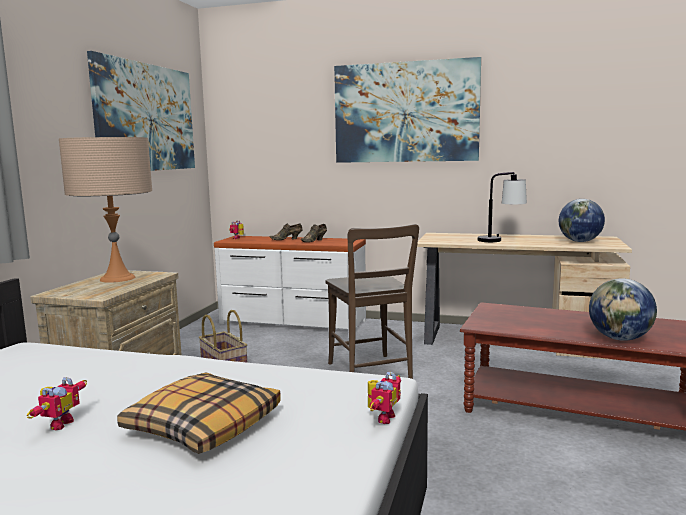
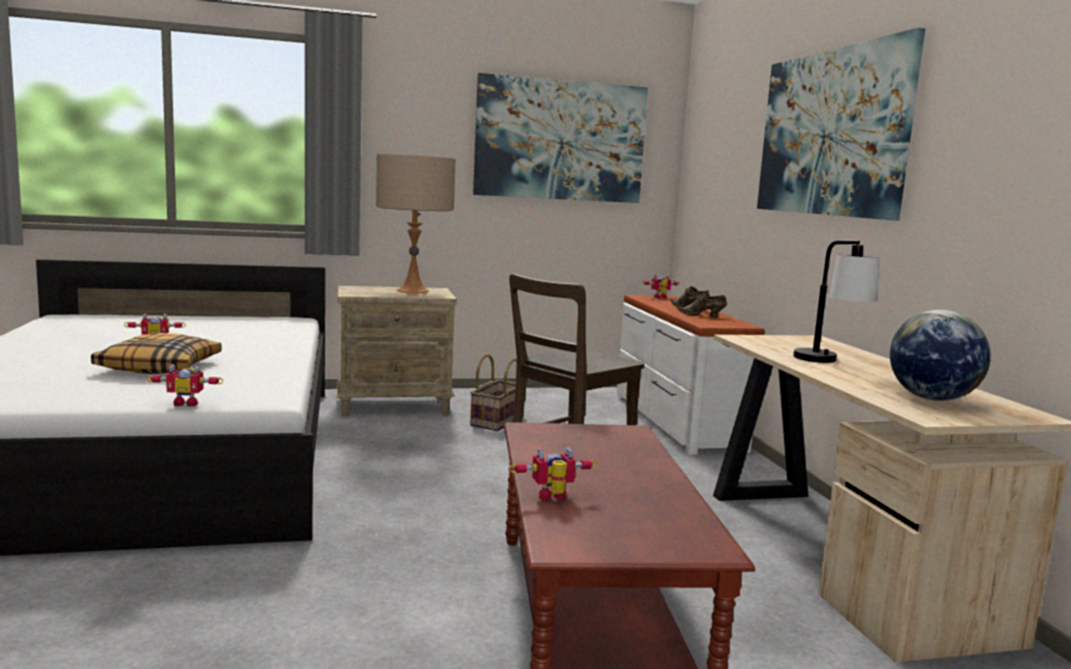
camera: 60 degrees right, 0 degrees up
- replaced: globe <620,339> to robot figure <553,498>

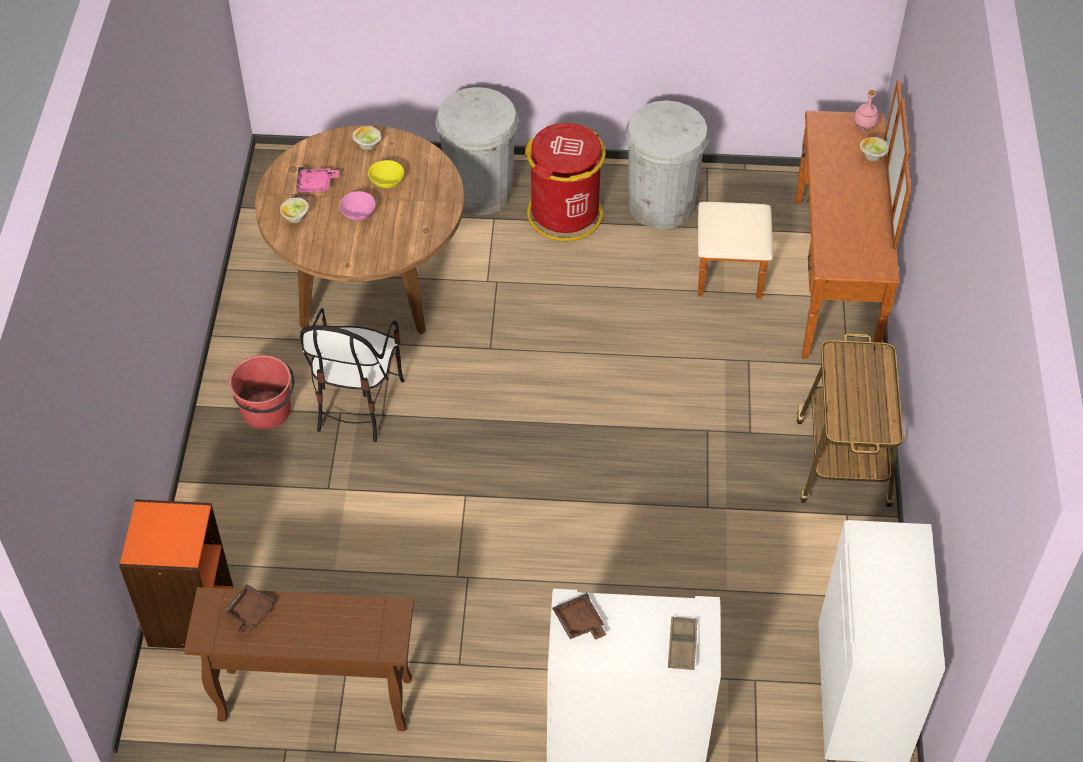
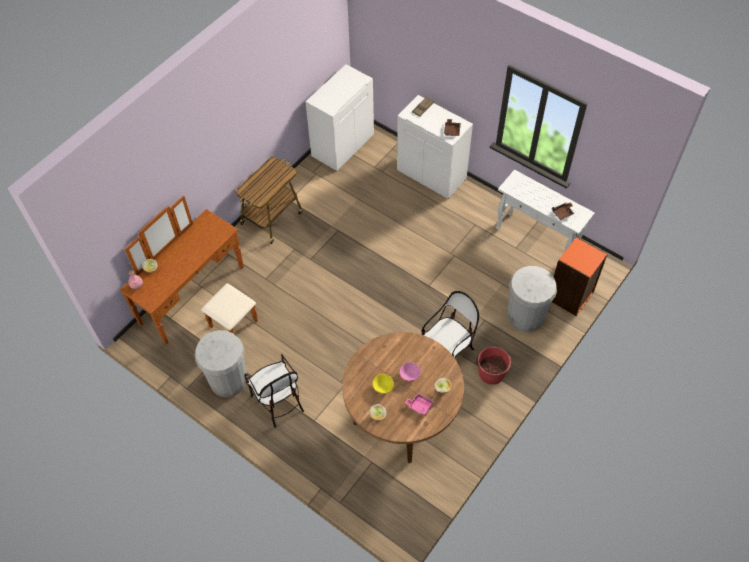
camera: 145 degrees left, 5 degrees up
- moved: waste bin in whitish <479,191> to <525,316>
- replaced: waste bin in red-coloured <565,214> to chair <278,402>
- recoloured: console table in brown <314,700> to console table in whitish <537,240>

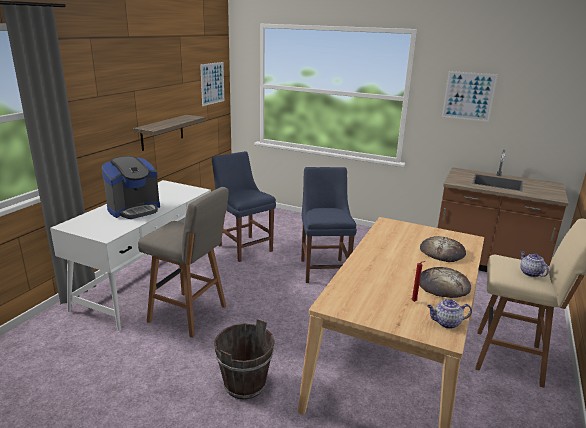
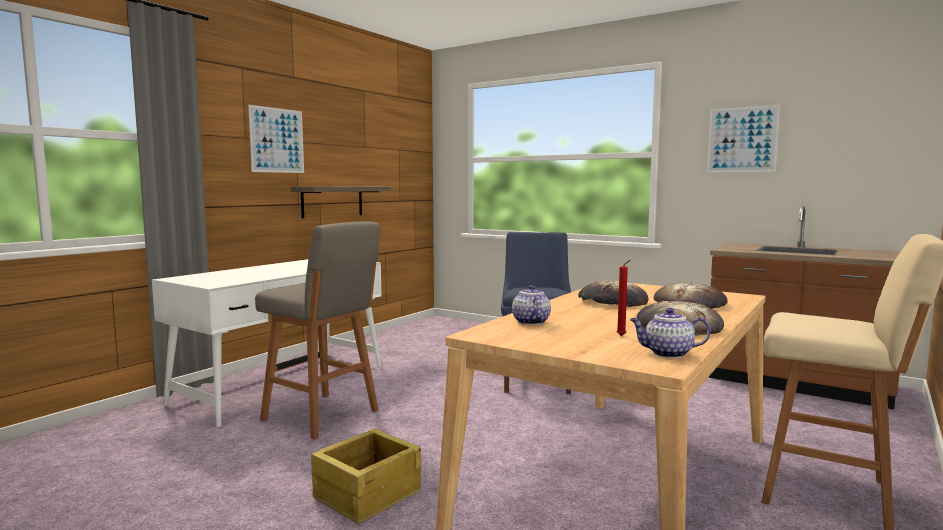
camera: 10 degrees right, 15 degrees down
- removed: coffee brewer <134,209>
- removed: chair in blue <243,247>
- added: bakery bread <612,302>
- moved: wall picture <212,83> to <277,140>
- moved: tea pot <530,273> to <530,322>
- replaced: pail in brown <244,384> to shipping crate <366,494>

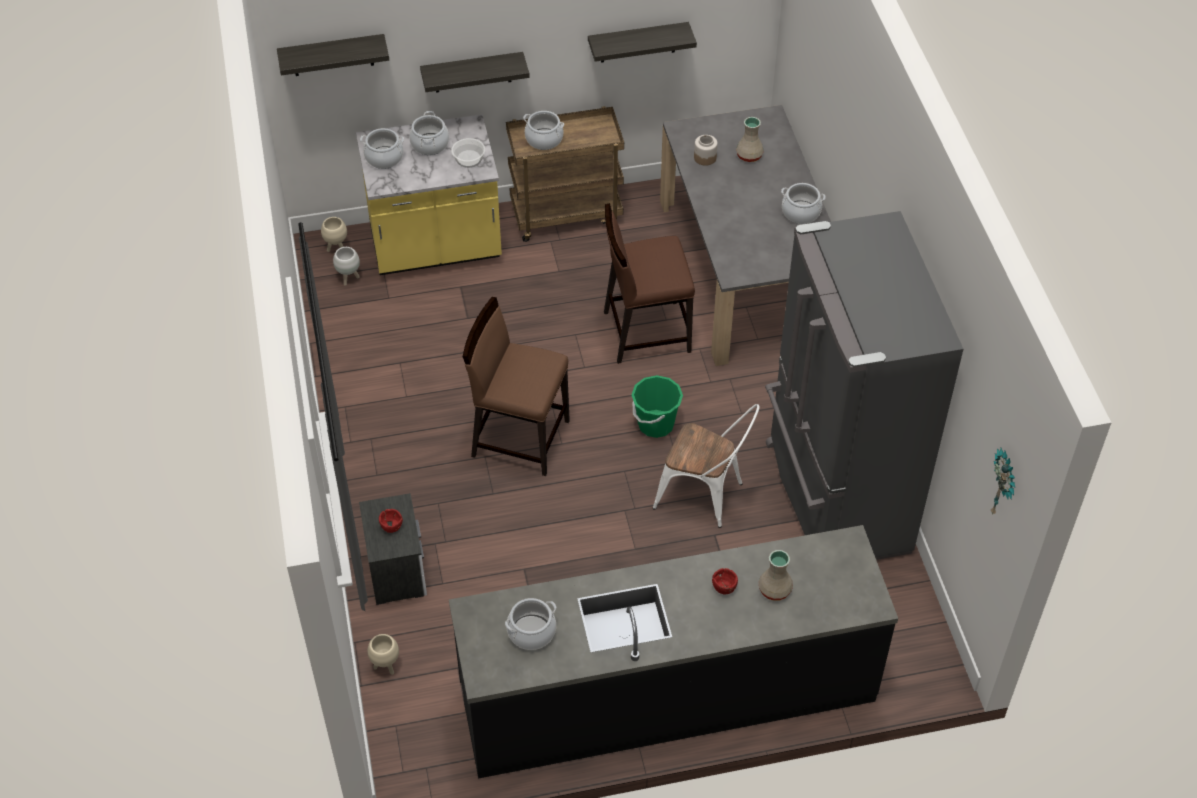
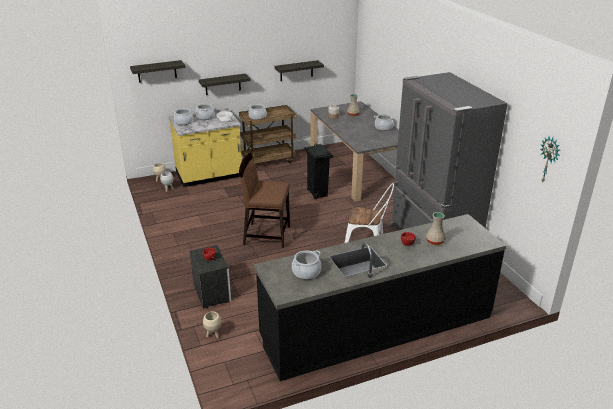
camera: 10 degrees left, 20 degrees down
- removed: pail in green-coloured <655,424>
- replaced: chair in brown <645,331> to waste bin in black <317,193>

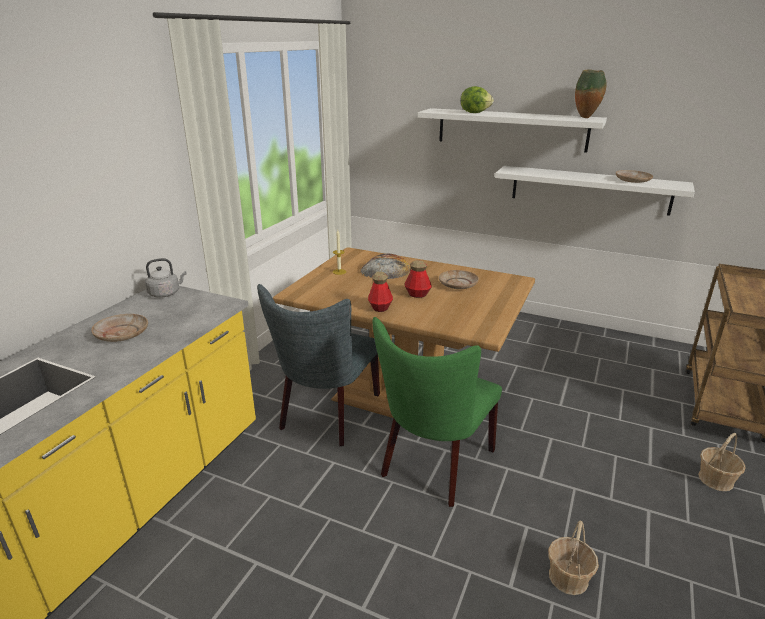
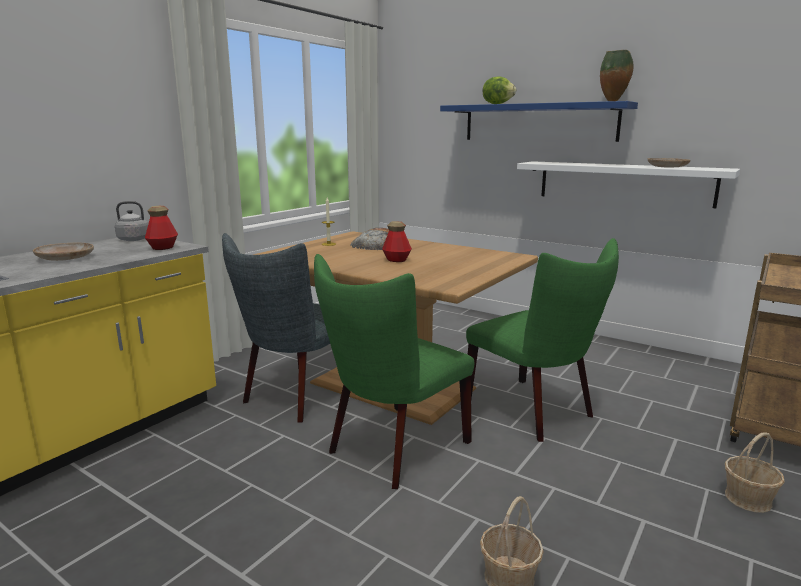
camera: 10 degrees right, 10 degrees down
- removed: dinner plate in beige-coloured <458,284>
- added: chair in green-coloured <535,411>
- moved: bottle <380,308> to <163,248>
- recoloured: shelf in whitish <511,129> to shelf in blue <538,122>

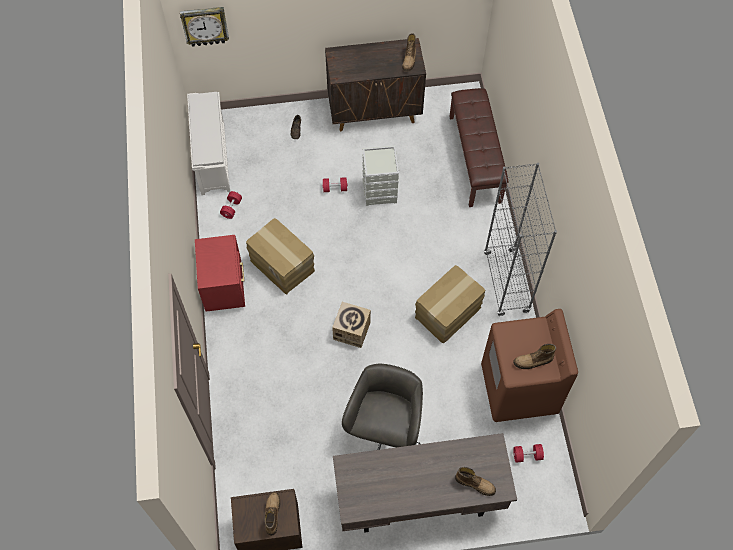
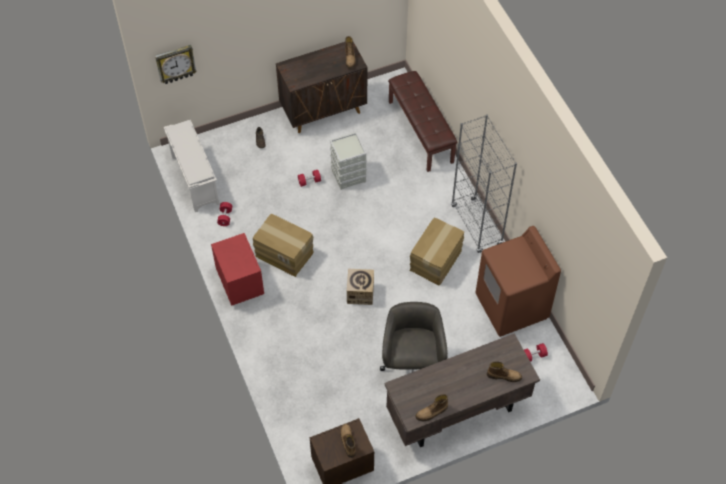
camera: 15 degrees left, 5 degrees down
- moved: tall boot <533,361> to <432,412>

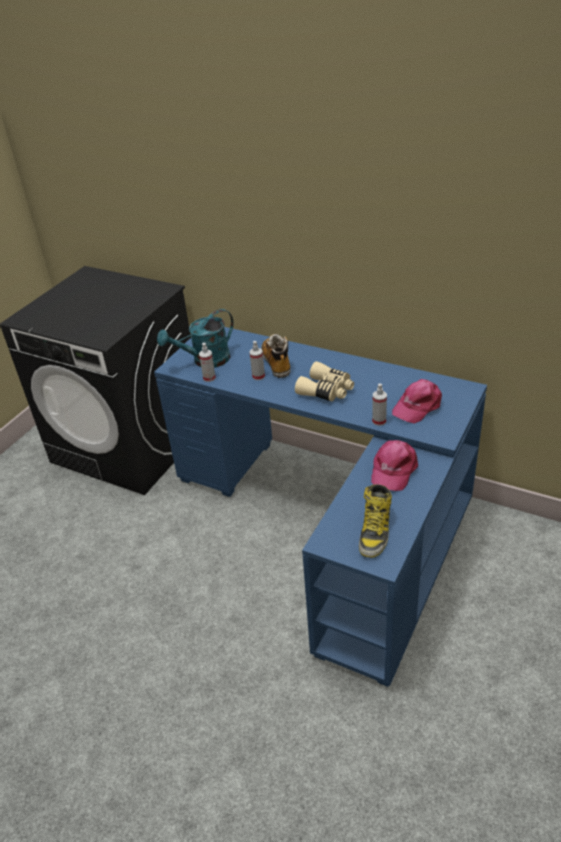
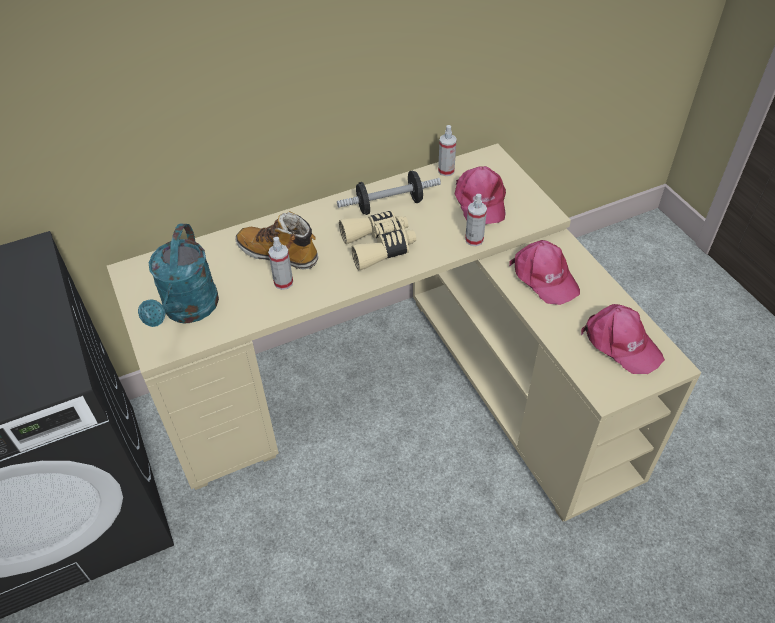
camera: 55 degrees left, 10 degrees up
- added: hand weight <389,205>
- moved: spray bottle <209,378> to <446,171>
- replaced: tall boot <375,531> to peaked cap in pink <620,343>
- recoloured: desk unit in blue <334,520> to desk unit in beige-coloured <405,388>

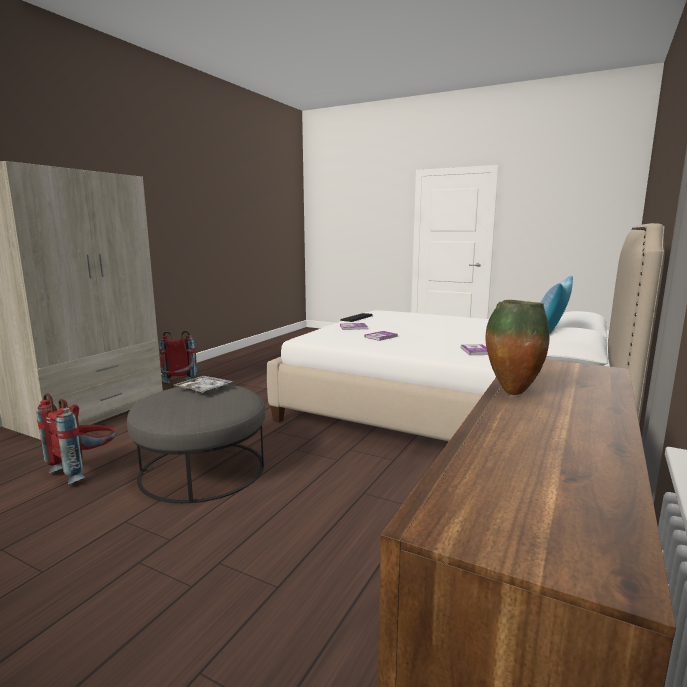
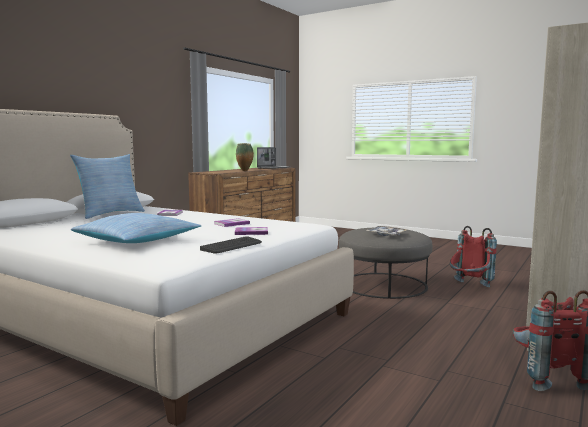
camera: 175 degrees left, 5 degrees down
- added: pillow <137,240>
- added: laptop <273,168>

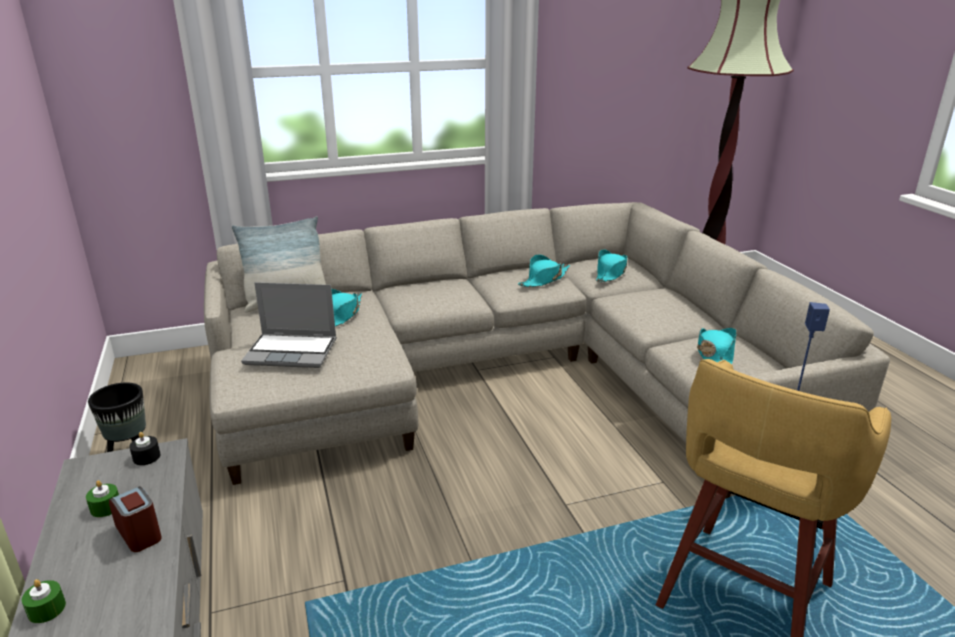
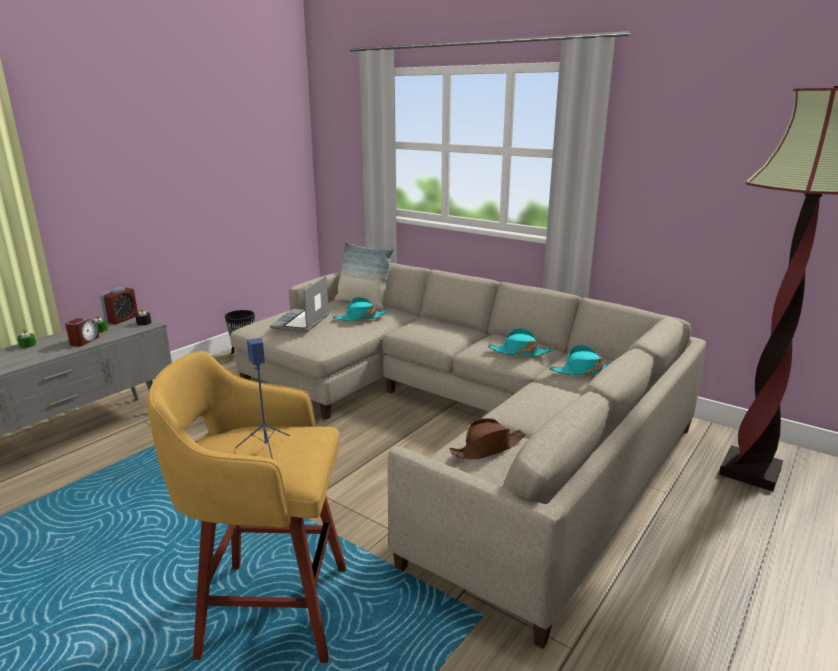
camera: 55 degrees right, 5 degrees down
- added: table clock <122,319>
- recoloured: hat in blue-green <714,354> to hat in brown <488,448>
- turned: laptop <292,351> = <301,322> 45 degrees clockwise

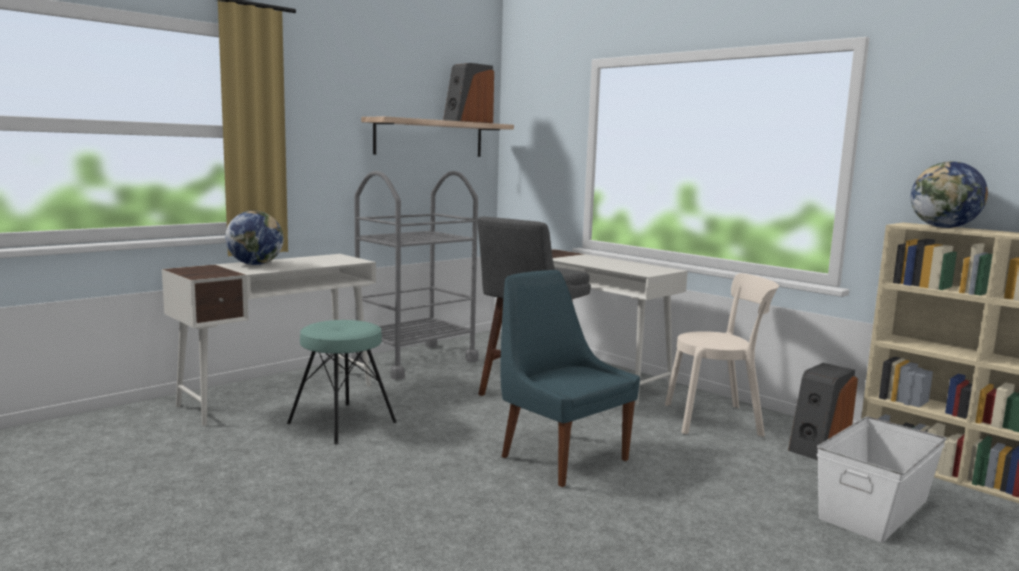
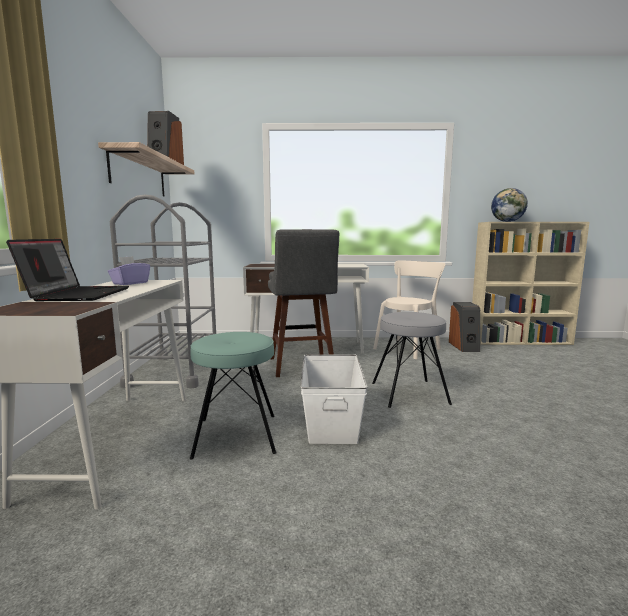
camera: 45 degrees left, 0 degrees up
- added: box of tissues in purple-coloured <130,283>
- moved: storage container in whitish <872,508> to <330,419>
- replaced: globe <255,264> to laptop <78,294>
- replaced: chair in blue <560,457> to stool in gray <409,393>

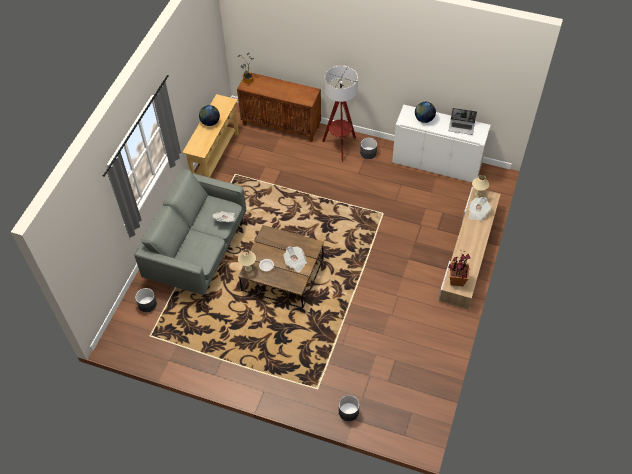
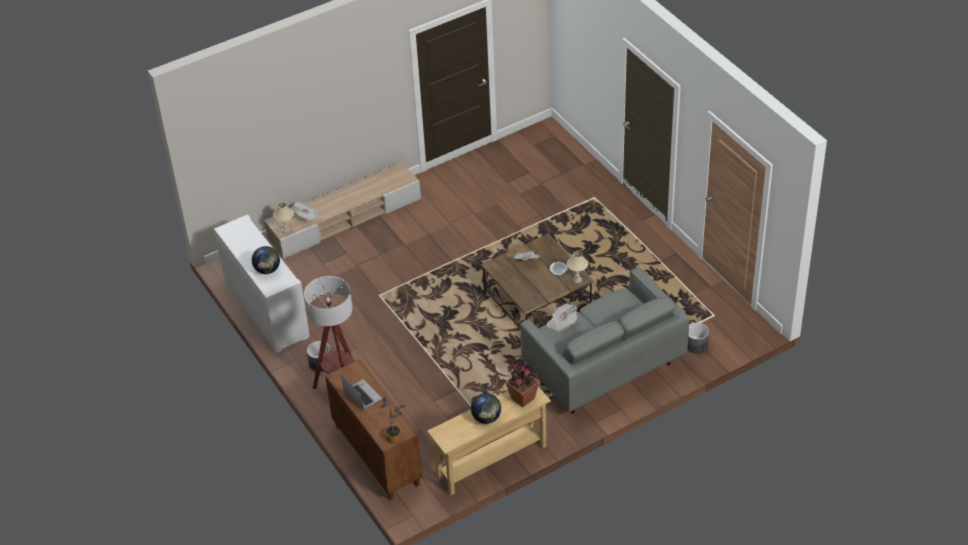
camera: 140 degrees left, 10 degrees down
- removed: plant pot in gray <348,412>
- moved: houseplant <456,280> to <523,398>
- moved: laptop <461,127> to <362,395>

